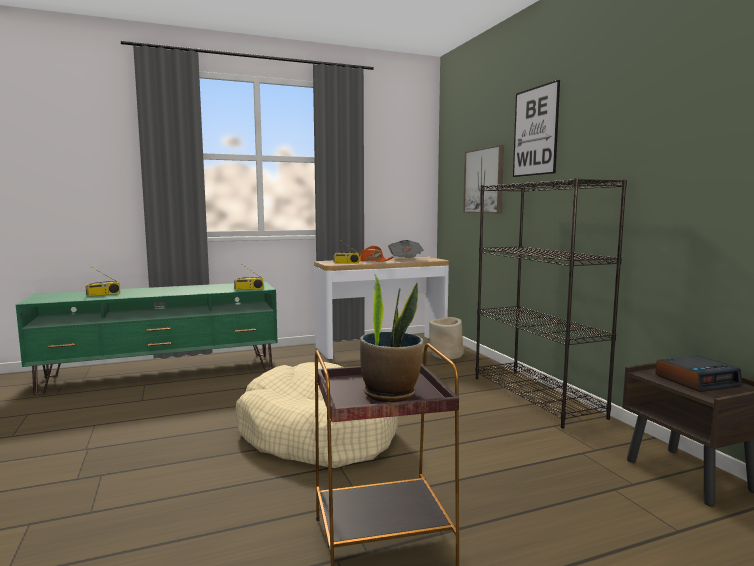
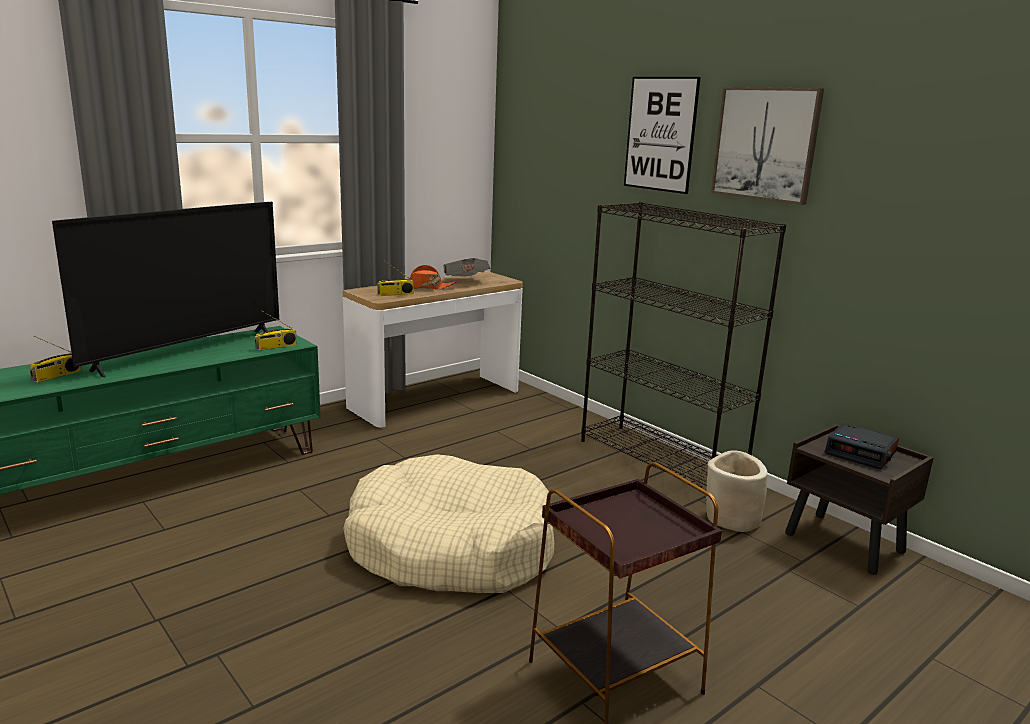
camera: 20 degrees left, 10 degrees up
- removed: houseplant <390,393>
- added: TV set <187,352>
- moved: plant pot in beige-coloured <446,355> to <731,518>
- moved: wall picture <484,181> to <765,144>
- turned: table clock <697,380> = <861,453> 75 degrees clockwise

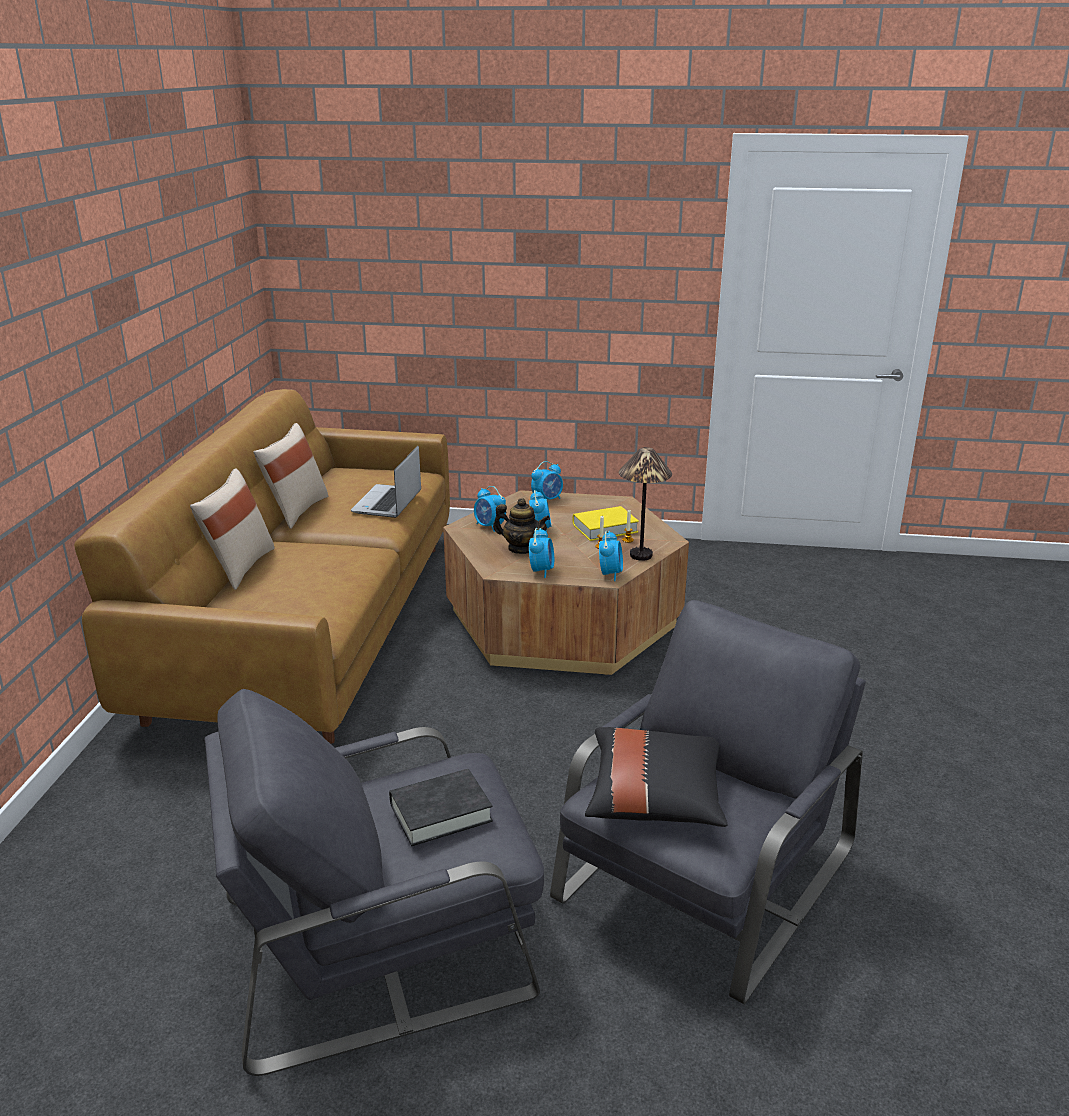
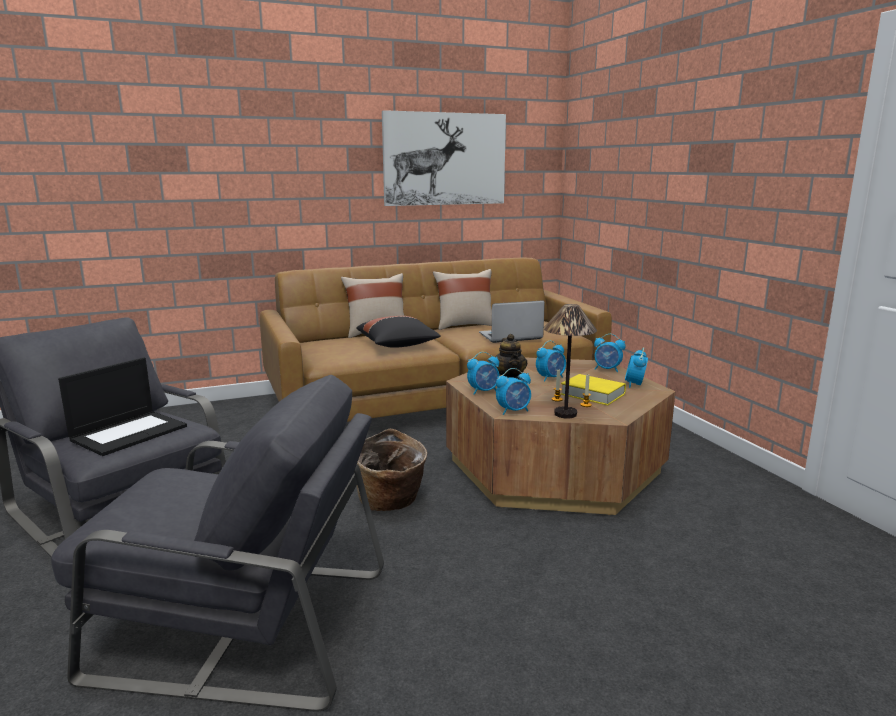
camera: 60 degrees right, 10 degrees down
- added: storage basket <391,502>
- added: wall picture <445,159>
- moved: table clock <489,526> to <634,385>
- moved: pillow in black <655,798> to <398,345>
- replaced: volume in black <440,813> to laptop <129,432>

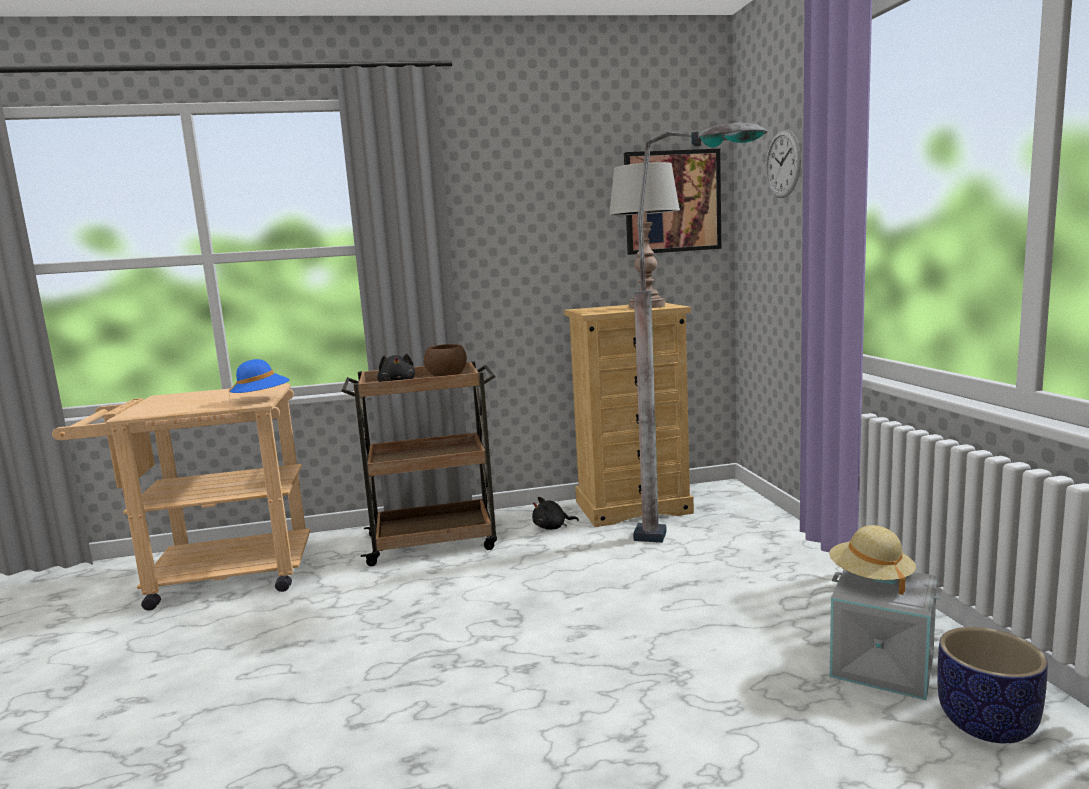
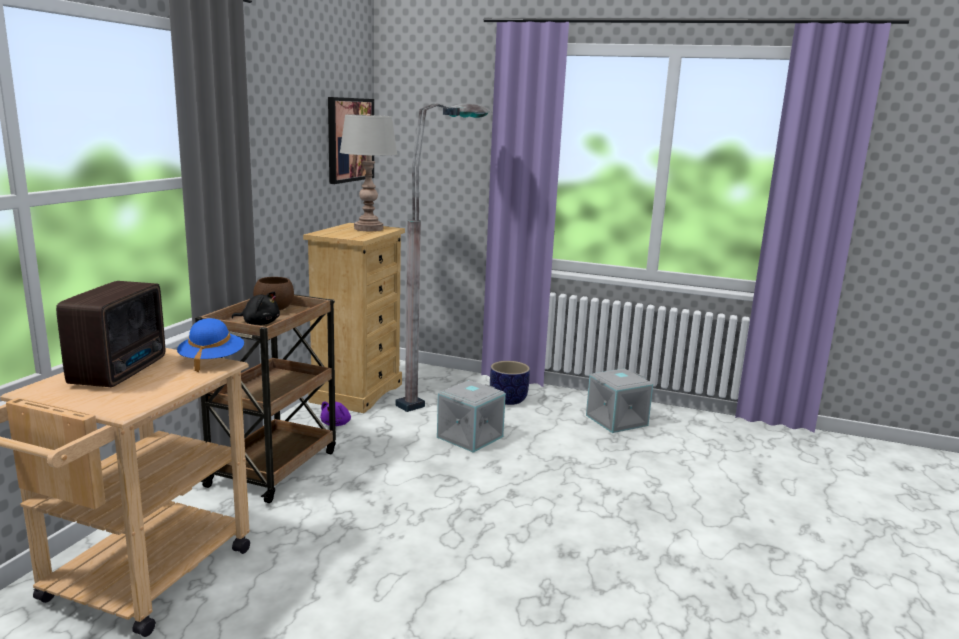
camera: 60 degrees left, 5 degrees up
- removed: clock on the wall <783,164>
- removed: hat in beige-coloured <870,578>
- added: radio <122,371>
- added: storage container in gray <469,436>
- moved: plant pot <986,723> to <507,400>
- recoloured: soft toy in black <552,527> to soft toy in purple-coloured <336,424>

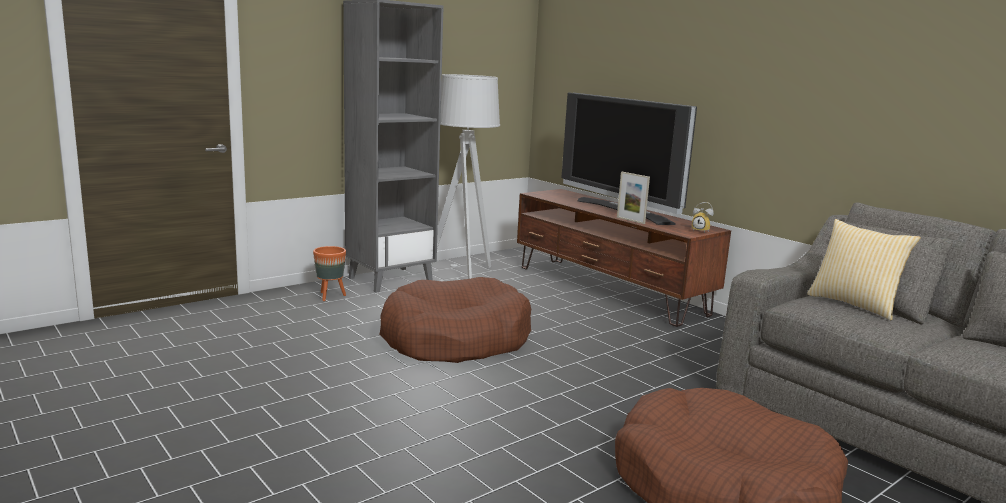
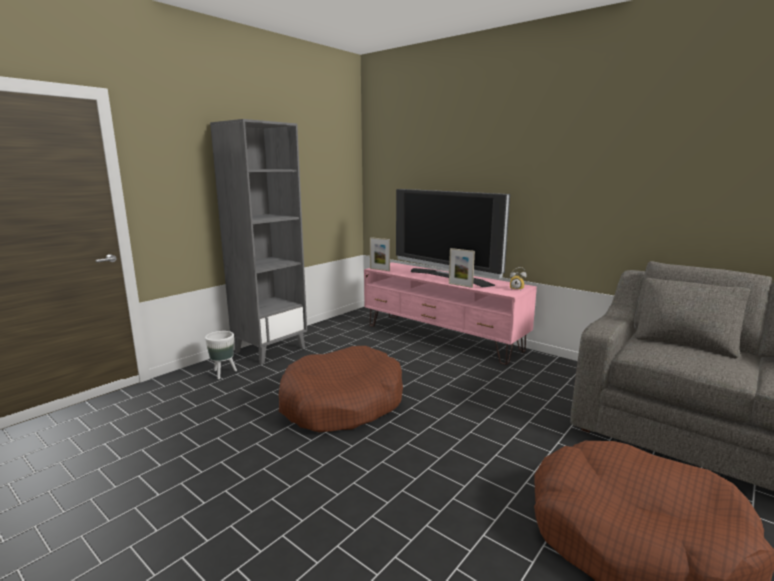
camera: 10 degrees left, 0 degrees up
- removed: standard lamp in gray <462,273>
- removed: pillow <854,304>
- added: picture frame <379,269>
- recoloured: plant pot in orangey <330,296> to plant pot in whitish <223,373>
- recoloured: tv unit in brown <609,290> to tv unit in pink <442,337>

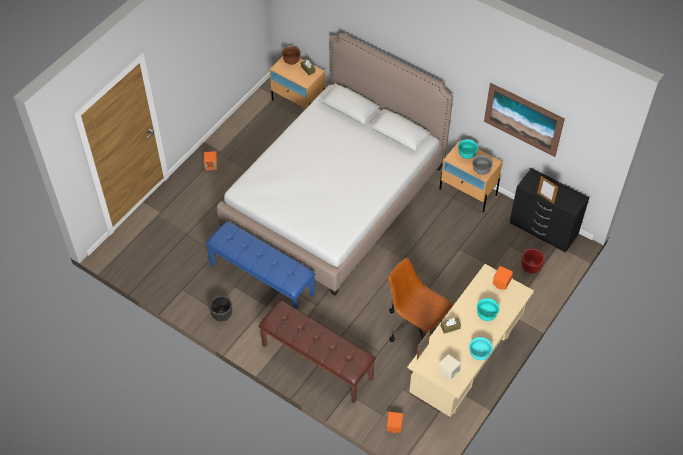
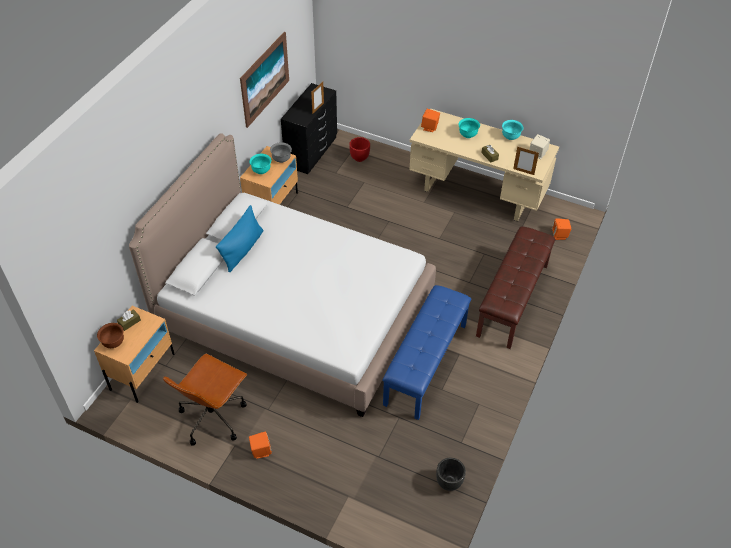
camera: 100 degrees left, 5 degrees down
- added: pillow in blue <242,249>
- moved: plant pot in black <222,316> to <449,483>
- moved: desk chair in brown <415,327> to <213,416>

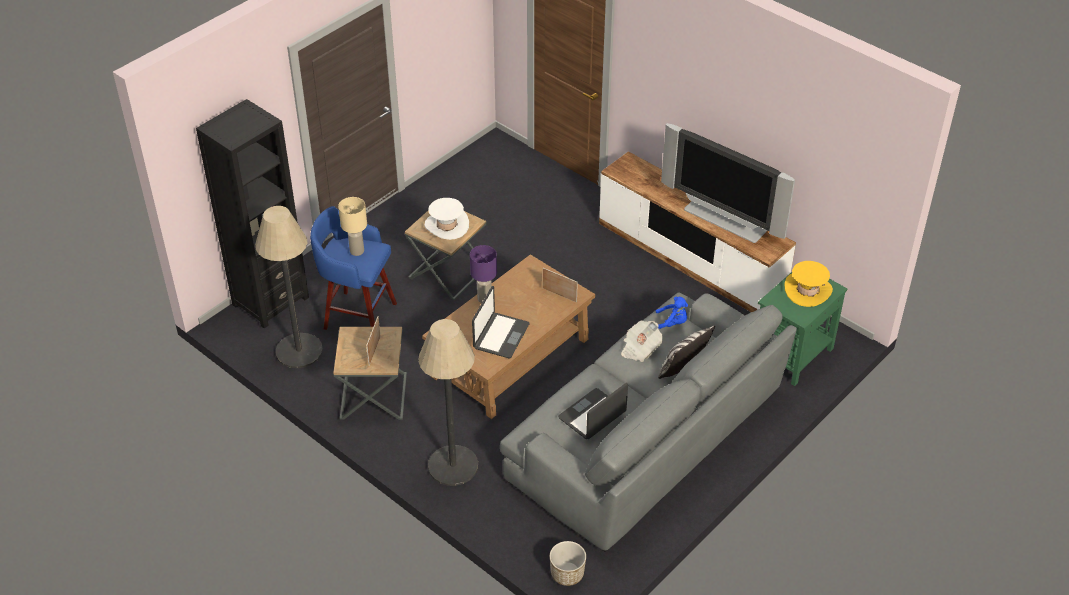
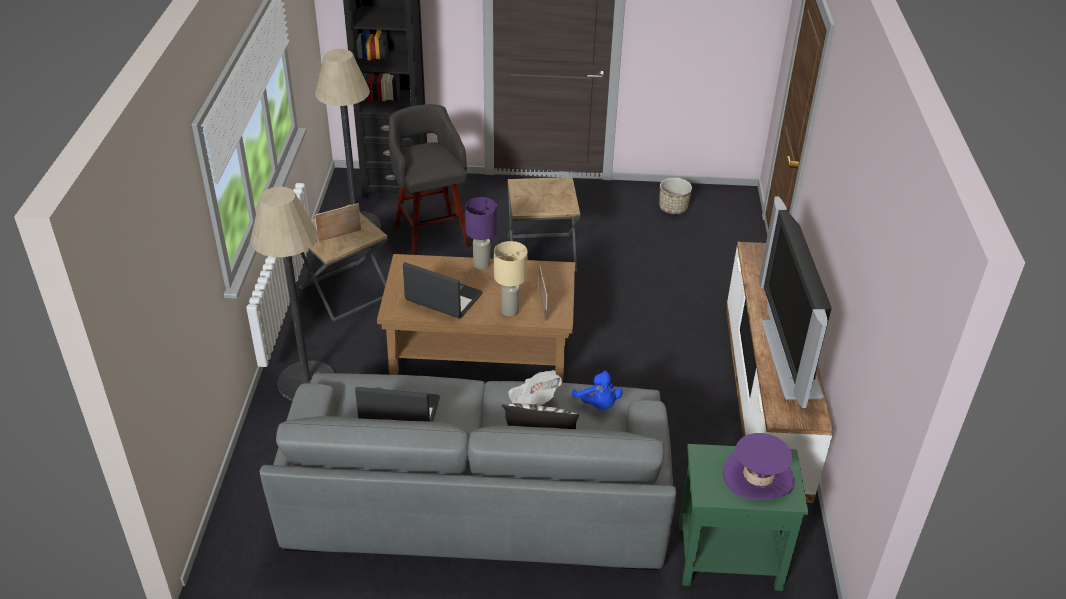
camera: 50 degrees right, 5 degrees down
- removed: hat in whitish <447,225>
- moved: lamp for a table in beige-coloured <356,251> to <510,311>
- moved: plant pot <567,573> to <673,208>
- recoloured: stool in blue <358,315> to stool in gray <431,234>
- recoloured: hat in yellow-coloured <807,290> to hat in purple-coloured <758,477>
- turned: laptop <500,336> = <443,298> 135 degrees counterclockwise

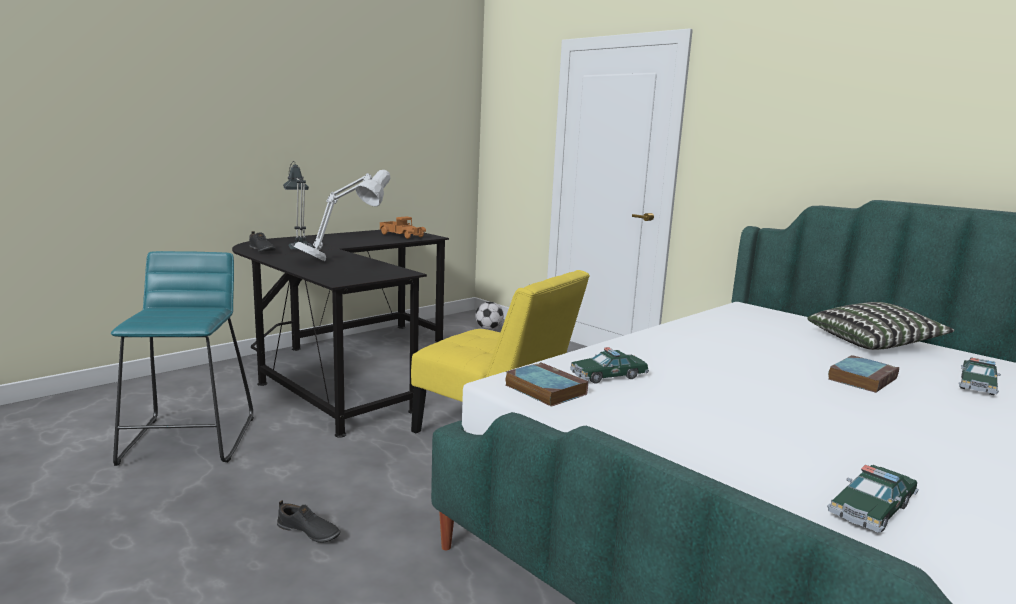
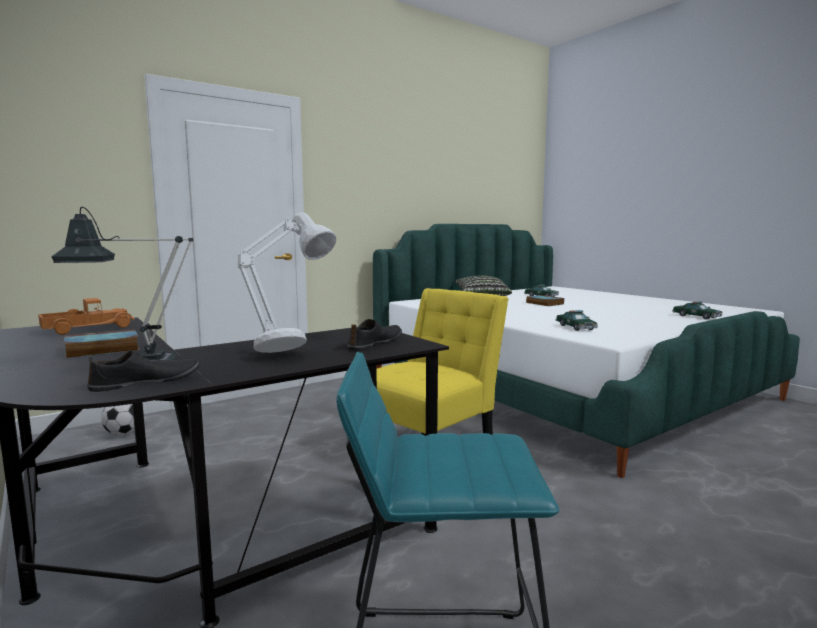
camera: 80 degrees left, 5 degrees down
- moved: low shoe in black <308,532> to <375,343>
- moved: volume <543,389> to <100,349>

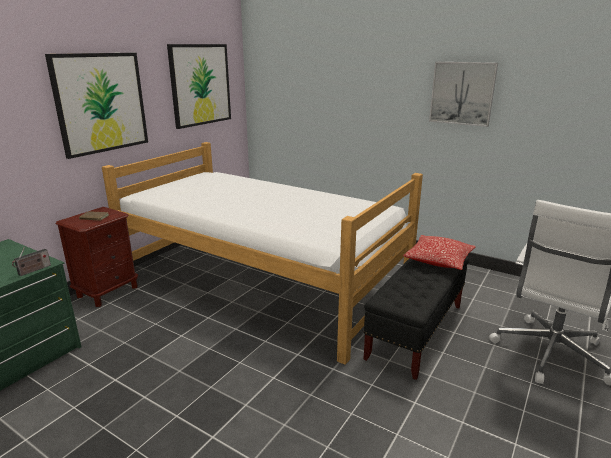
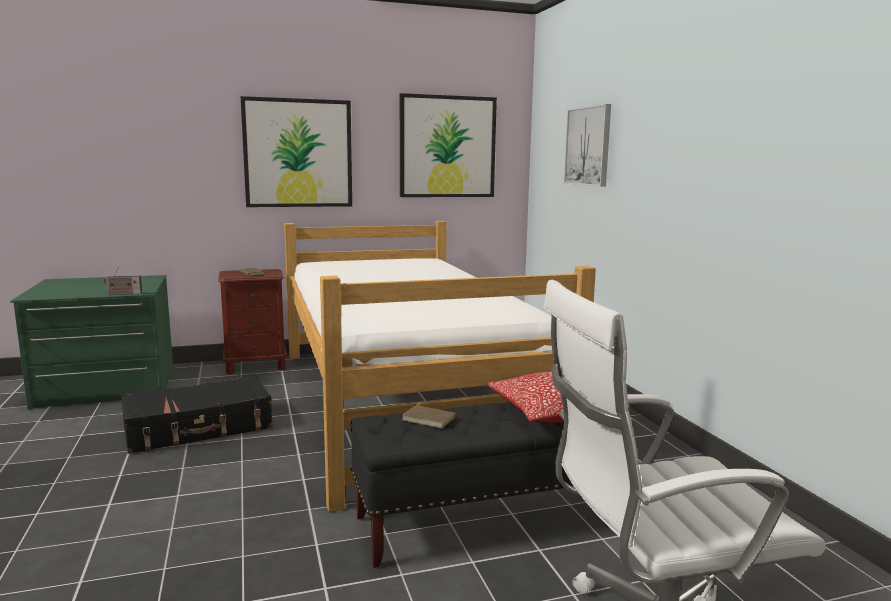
camera: 40 degrees right, 10 degrees down
- added: piece of luggage in black <199,428>
- added: volume in brown <429,419>
- moved: wall picture <462,93> to <588,146>

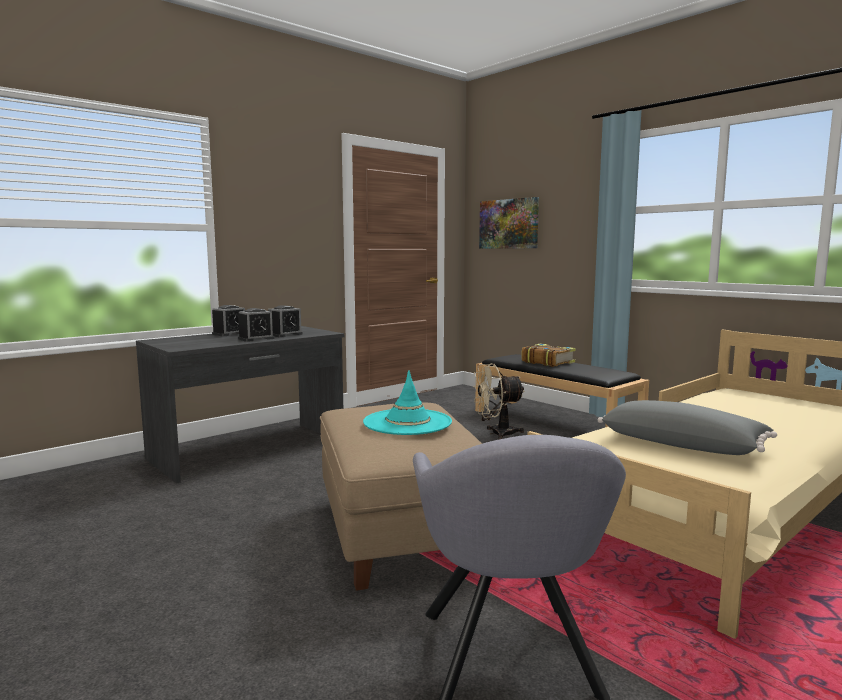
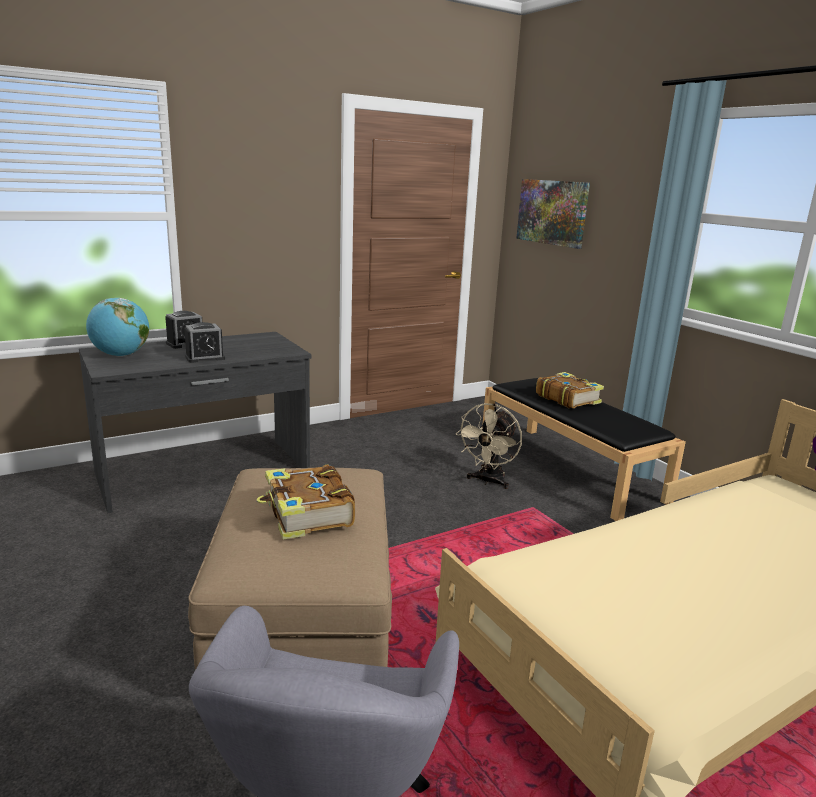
camera: 10 degrees right, 10 degrees up
- removed: table clock <285,334>
- removed: pillow in gray <682,444>
- added: globe <121,355>
- replaced: hat in blue-green <407,422> to volume <307,514>
- turned: fan in beige-coloured <496,433> = <488,481> 60 degrees counterclockwise

